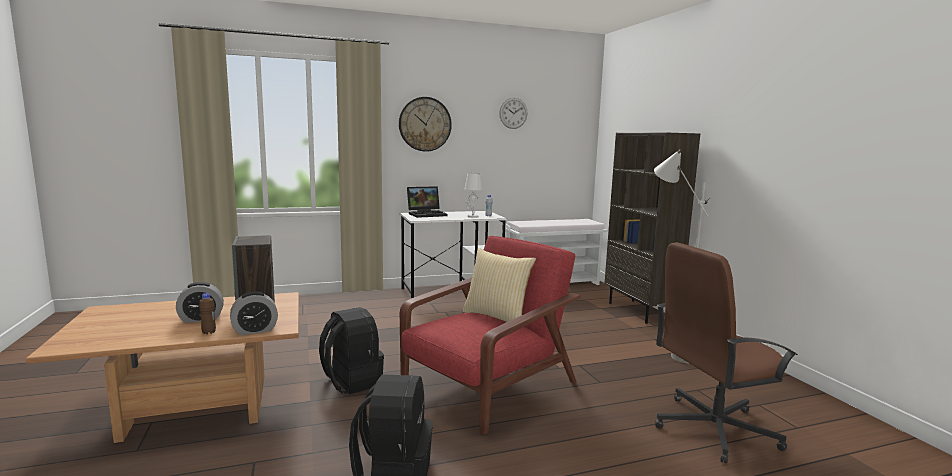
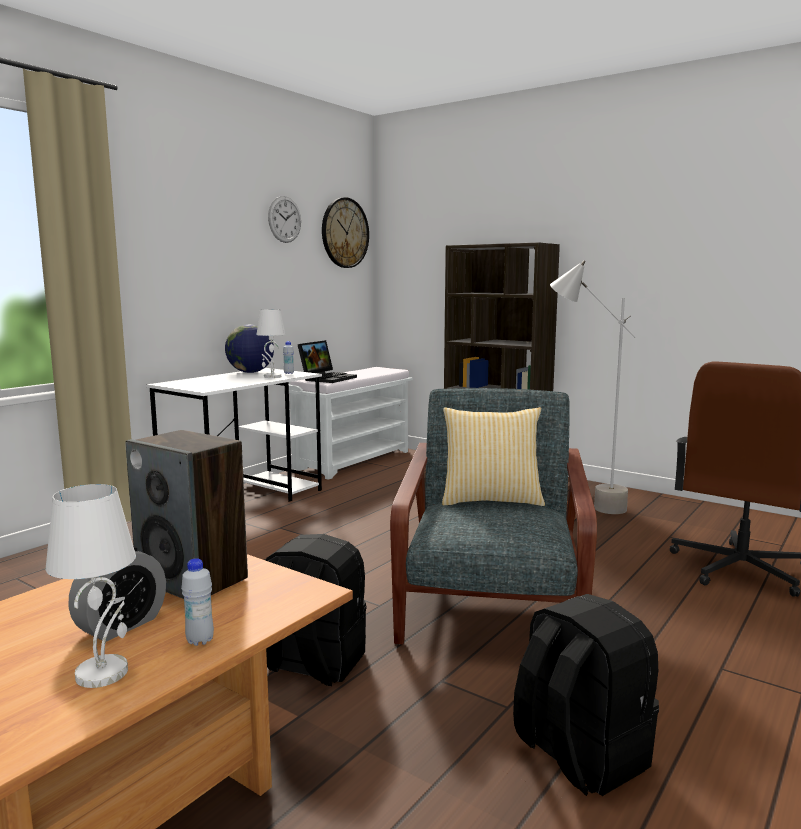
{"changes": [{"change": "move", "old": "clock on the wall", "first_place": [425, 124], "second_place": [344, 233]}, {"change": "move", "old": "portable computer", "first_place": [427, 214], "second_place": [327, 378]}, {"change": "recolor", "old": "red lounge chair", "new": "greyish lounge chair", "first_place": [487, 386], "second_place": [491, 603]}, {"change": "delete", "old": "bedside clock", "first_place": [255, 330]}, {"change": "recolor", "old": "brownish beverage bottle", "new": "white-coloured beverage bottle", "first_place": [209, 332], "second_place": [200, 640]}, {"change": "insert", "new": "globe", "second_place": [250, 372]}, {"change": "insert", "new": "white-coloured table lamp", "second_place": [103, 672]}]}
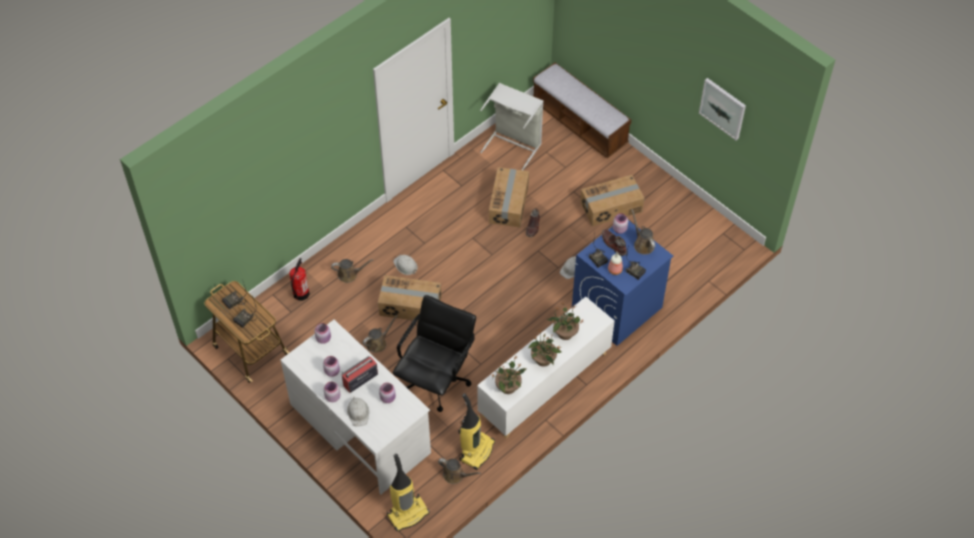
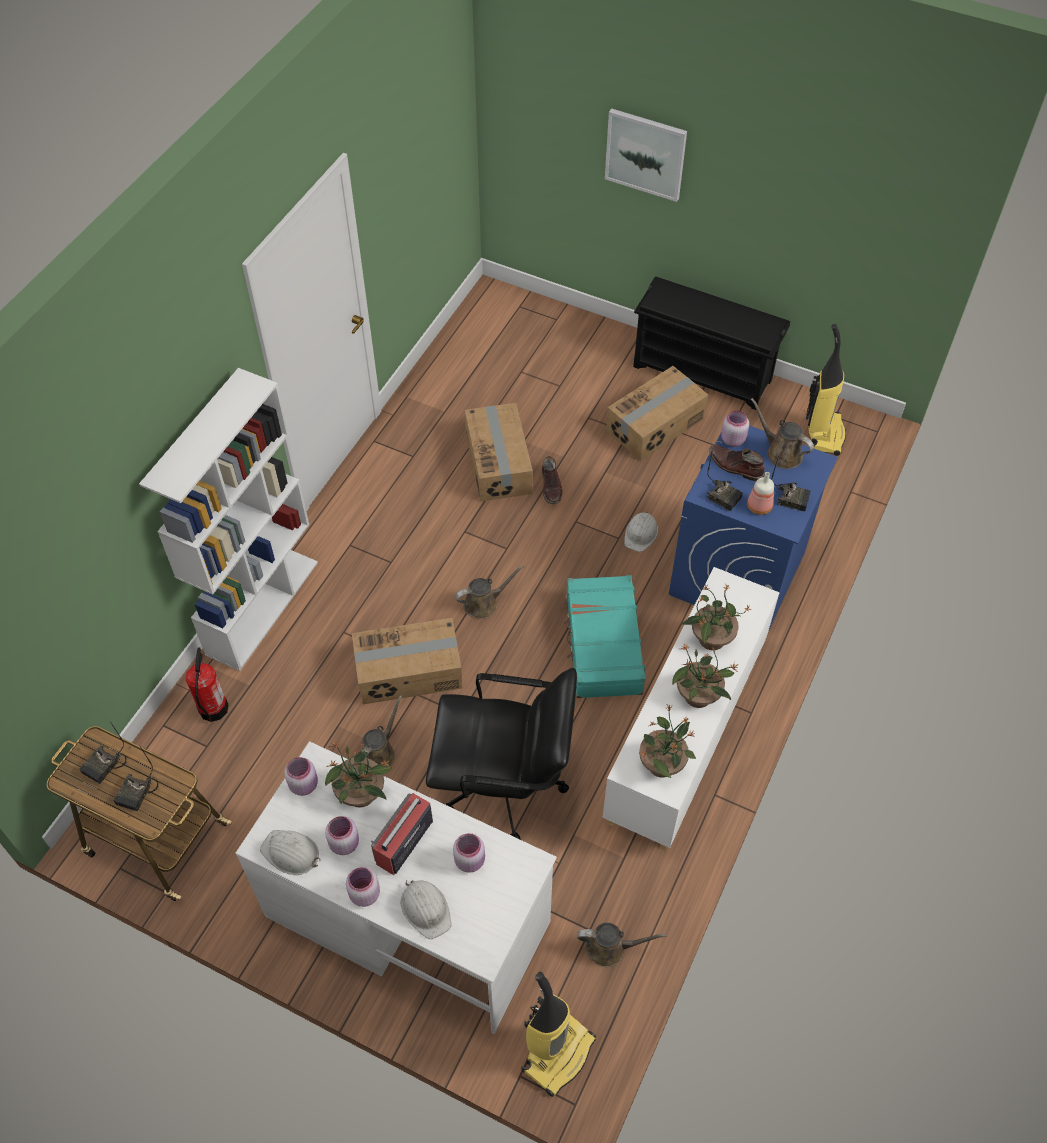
{"changes": [{"change": "delete", "old": "bench", "first_place": [579, 124]}, {"change": "move", "old": "picture", "first_place": [723, 108], "second_place": [645, 154]}, {"change": "delete", "old": "greyish washing basket", "first_place": [513, 144]}, {"change": "move", "old": "white-coloured safety helmet", "first_place": [405, 265], "second_place": [291, 853]}, {"change": "move", "old": "brownish sprinkling can", "first_place": [349, 274], "second_place": [484, 604]}, {"change": "rotate", "old": "black office chair", "first_place": [436, 380], "second_place": [504, 786], "degrees": 90}, {"change": "move", "old": "vacuum", "first_place": [476, 450], "second_place": [823, 433]}, {"change": "insert", "new": "black shoe shelf", "second_place": [704, 373]}, {"change": "insert", "new": "white-coloured shelving unit", "second_place": [262, 607]}, {"change": "insert", "new": "turquoise suitcase", "second_place": [602, 644]}, {"change": "insert", "new": "potted plant", "second_place": [361, 794]}]}
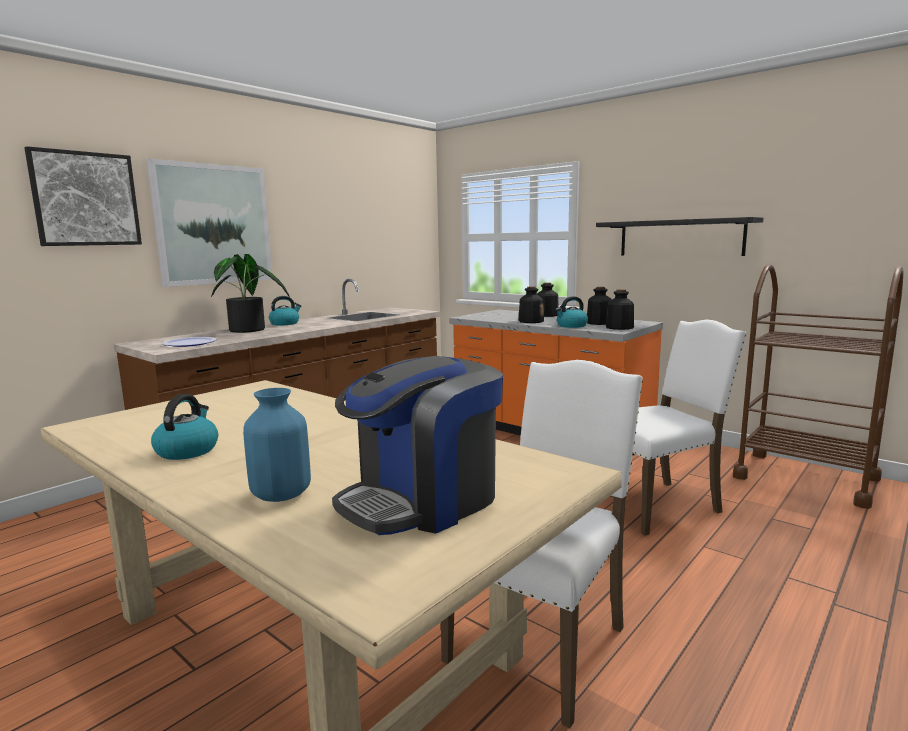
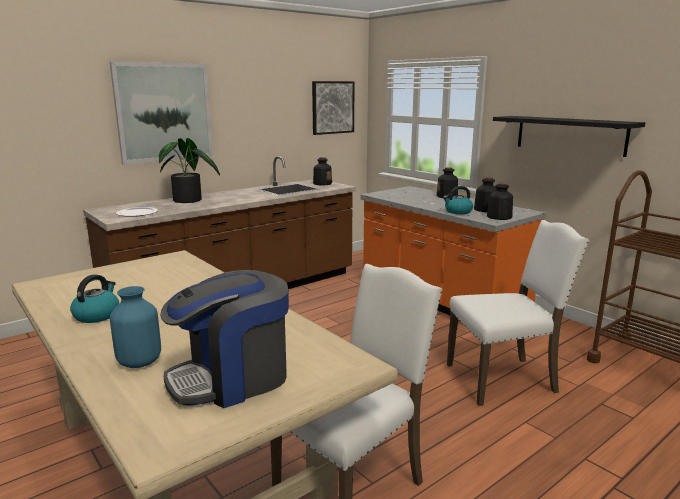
{"changes": [{"change": "move", "old": "picture", "first_place": [86, 199], "second_place": [332, 107]}, {"change": "move", "old": "beverage bottle", "first_place": [530, 321], "second_place": [322, 183]}, {"change": "delete", "old": "kettle", "first_place": [285, 323]}]}
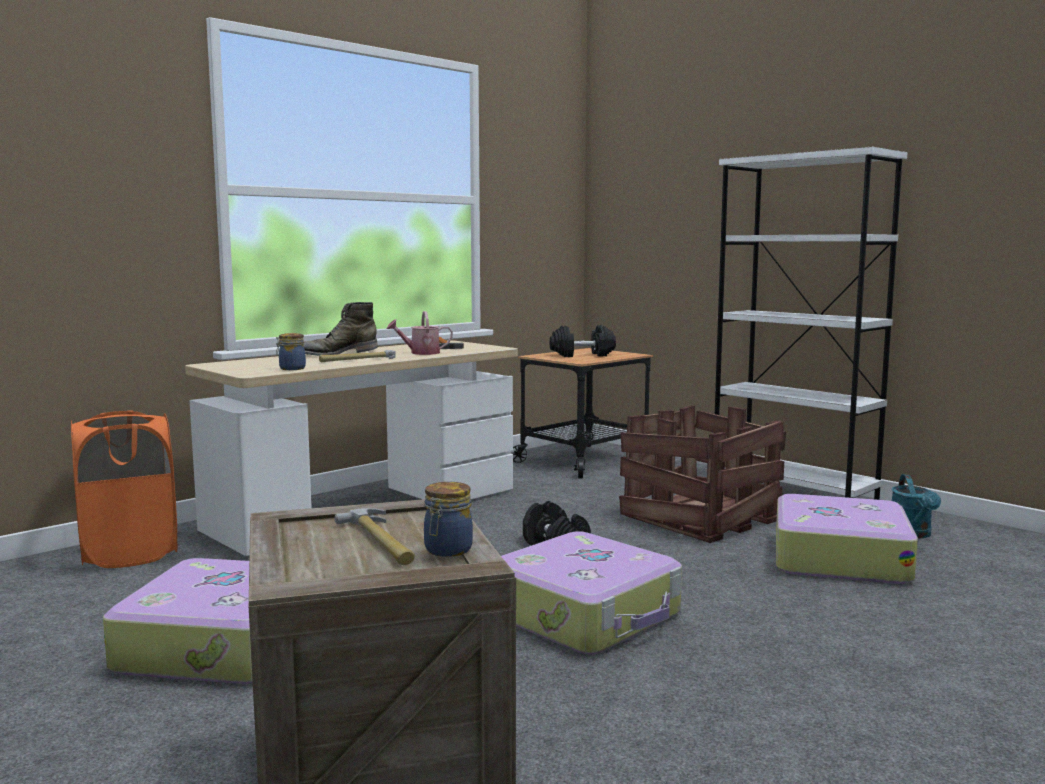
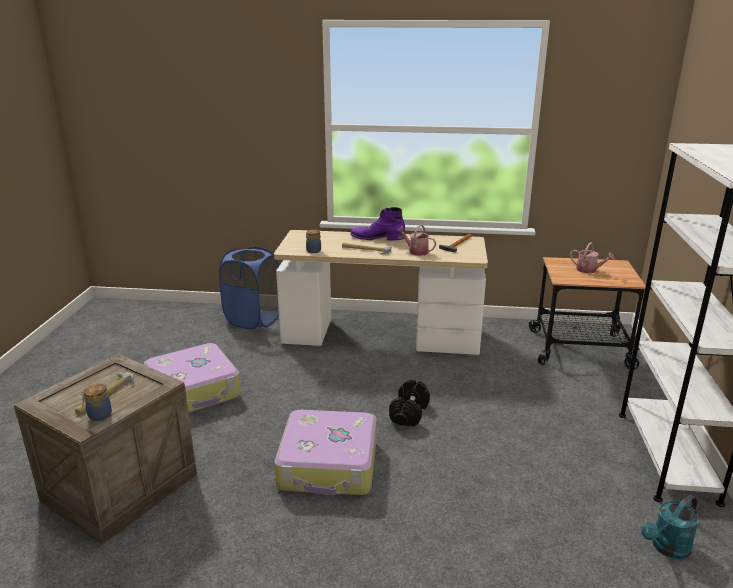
{"changes": [{"change": "recolor", "old": "green-coloured boot", "new": "purple-coloured boot", "first_place": [337, 353], "second_place": [377, 237]}, {"change": "replace", "old": "black dumbbell", "new": "sprinkling can", "first_place": [582, 355], "second_place": [589, 270]}, {"change": "delete", "old": "shipping crate", "first_place": [701, 517]}, {"change": "recolor", "old": "orangey washing basket", "new": "blue washing basket", "first_place": [129, 553], "second_place": [253, 319]}, {"change": "delete", "old": "suitcase", "first_place": [838, 558]}]}
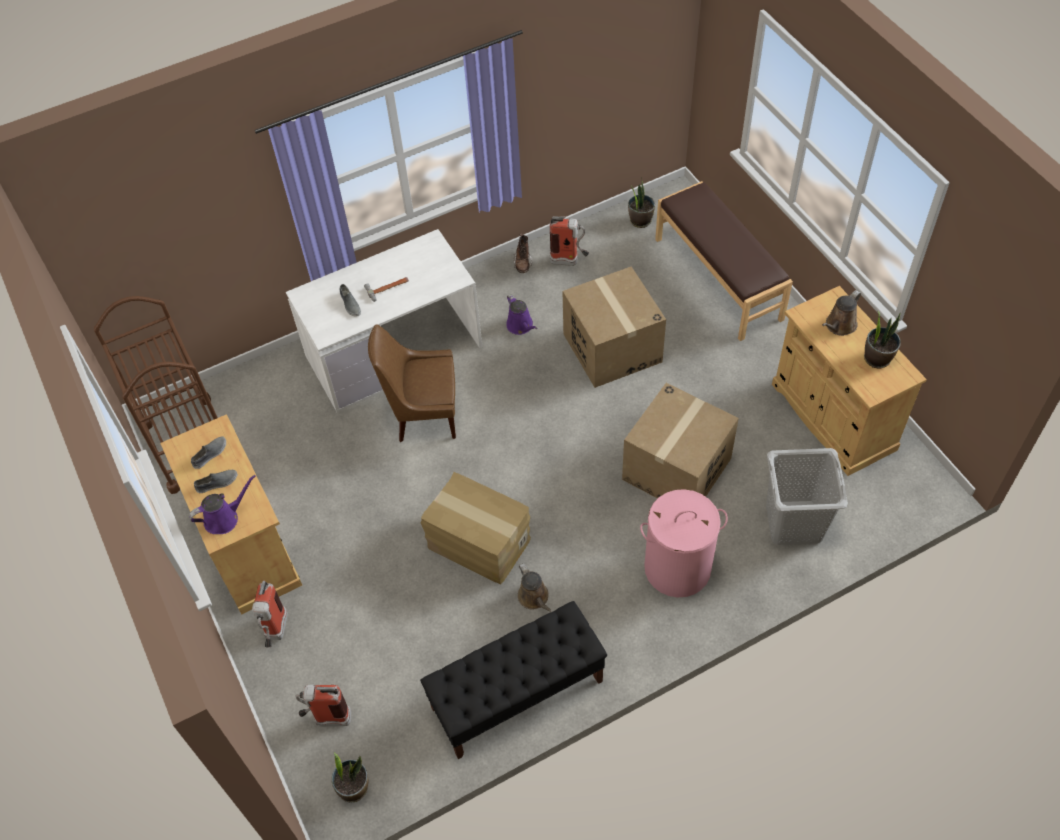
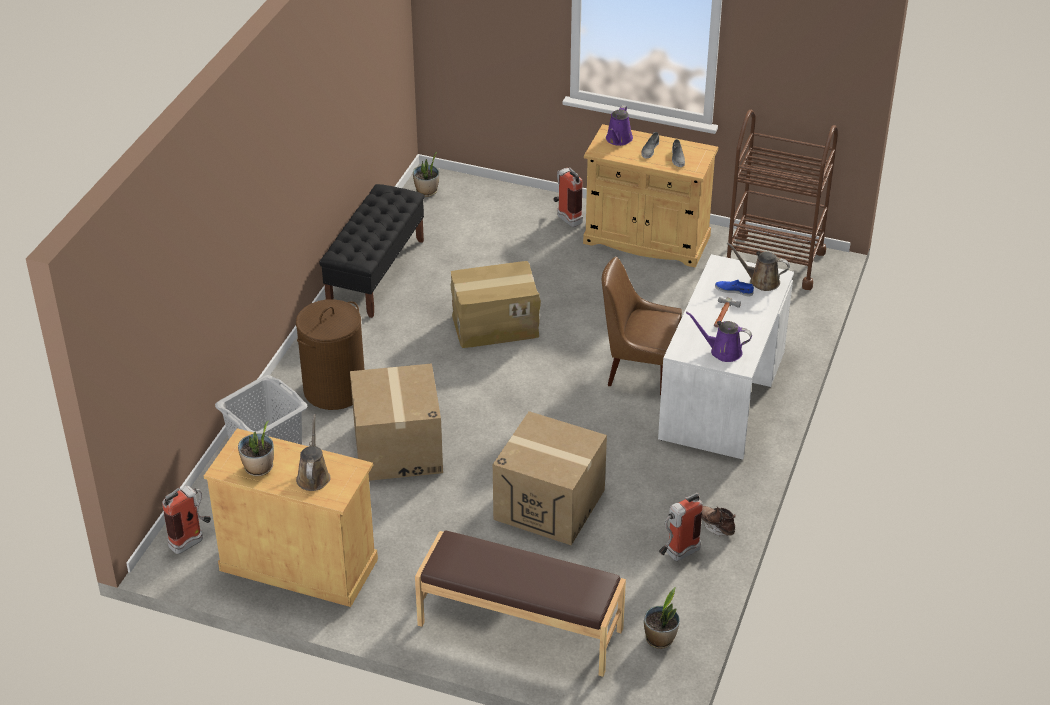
{"changes": [{"change": "recolor", "old": "greyish low shoe", "new": "blue low shoe", "first_place": [350, 304], "second_place": [734, 290]}, {"change": "move", "old": "purple-coloured sprinkling can", "first_place": [521, 326], "second_place": [722, 351]}, {"change": "rotate", "old": "brownish chair", "first_place": [423, 414], "second_place": [638, 370], "degrees": -120}, {"change": "recolor", "old": "pinkish washing basket", "new": "brownish washing basket", "first_place": [677, 568], "second_place": [334, 389]}, {"change": "move", "old": "brownish sprinkling can", "first_place": [535, 598], "second_place": [761, 281]}, {"change": "move", "old": "fire-fighting cylinder", "first_place": [326, 718], "second_place": [192, 541]}]}
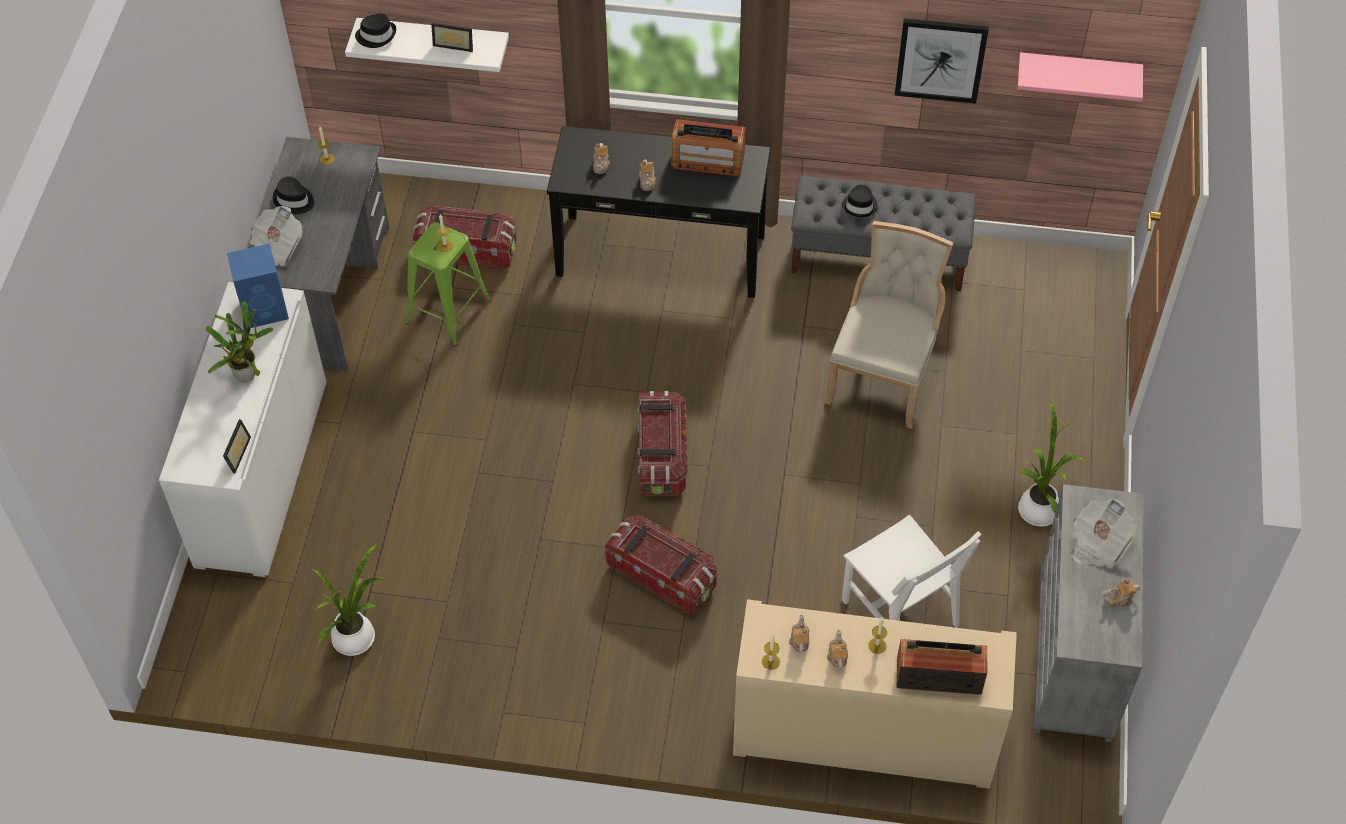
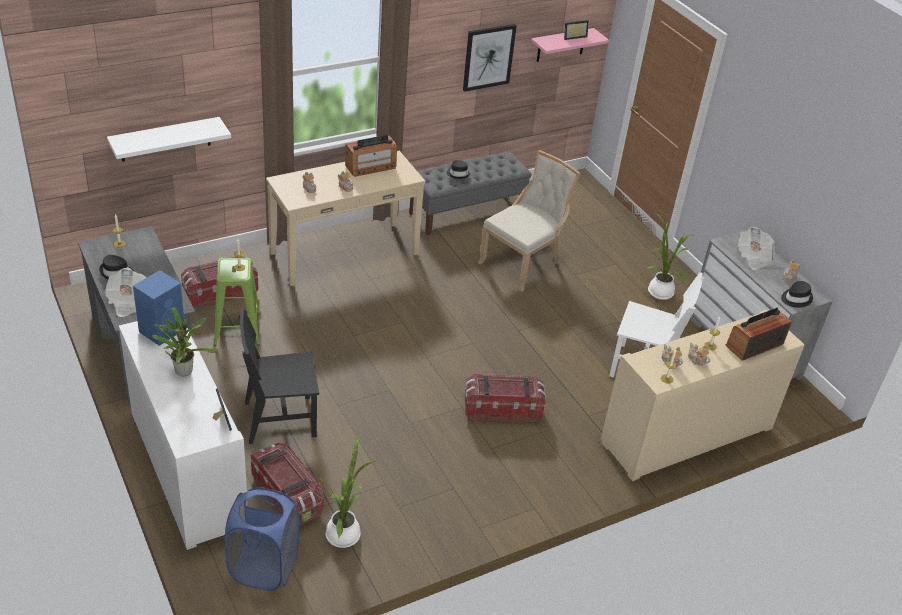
{"changes": [{"change": "move", "old": "black hat", "first_place": [376, 35], "second_place": [795, 298]}, {"change": "move", "old": "picture frame", "first_place": [454, 44], "second_place": [573, 36]}, {"change": "recolor", "old": "black hall table", "new": "beige-coloured hall table", "first_place": [661, 254], "second_place": [344, 253]}, {"change": "rotate", "old": "beige-coloured chair", "first_place": [883, 375], "second_place": [523, 263], "degrees": 60}, {"change": "move", "old": "storage container", "first_place": [661, 456], "second_place": [287, 496]}, {"change": "insert", "new": "black chair", "second_place": [280, 419]}, {"change": "insert", "new": "blue washing basket", "second_place": [263, 567]}]}
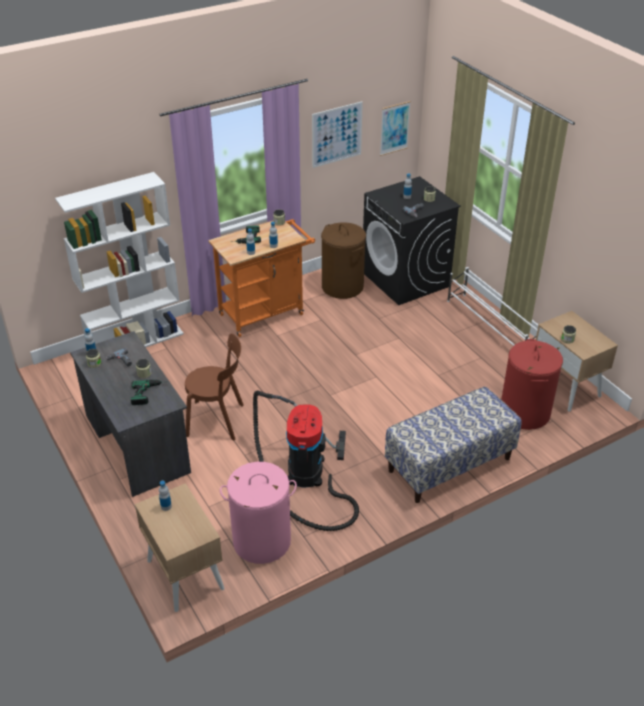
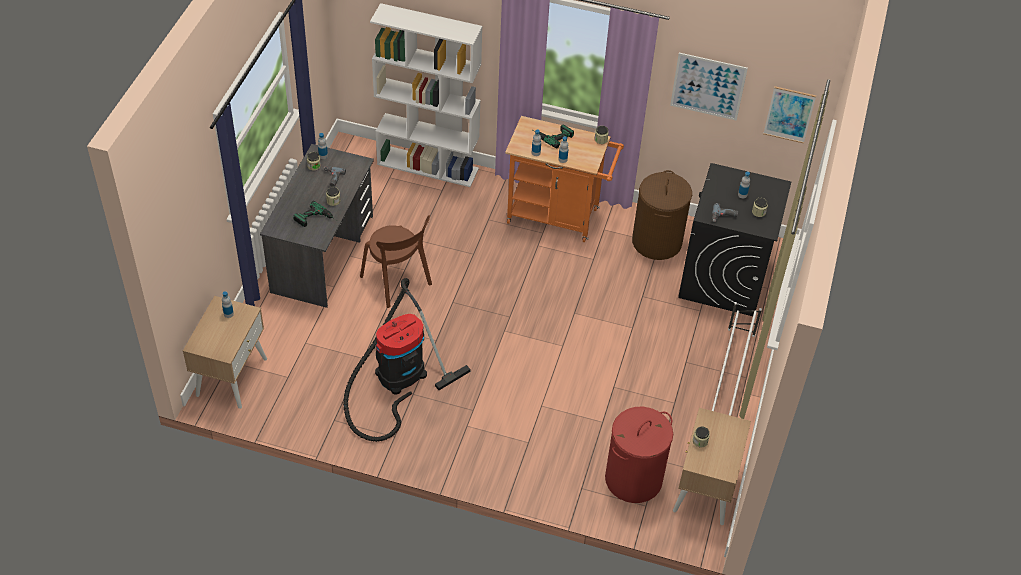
{"changes": [{"change": "delete", "old": "bench", "first_place": [449, 465]}, {"change": "delete", "old": "pinkish washing basket", "first_place": [261, 541]}]}
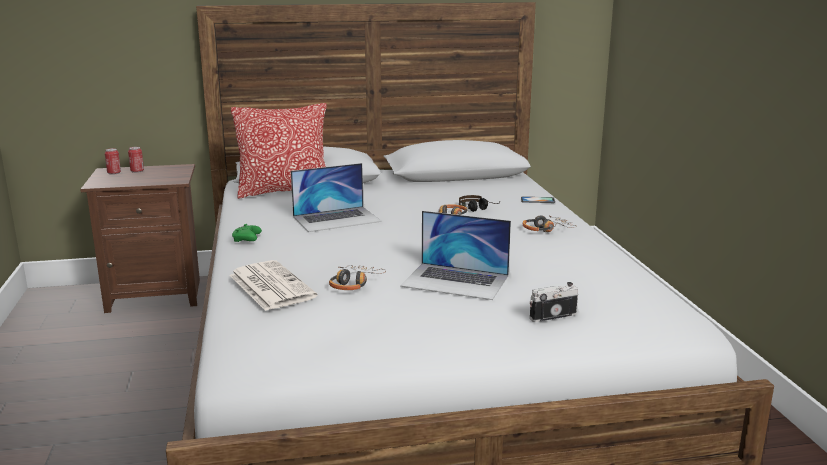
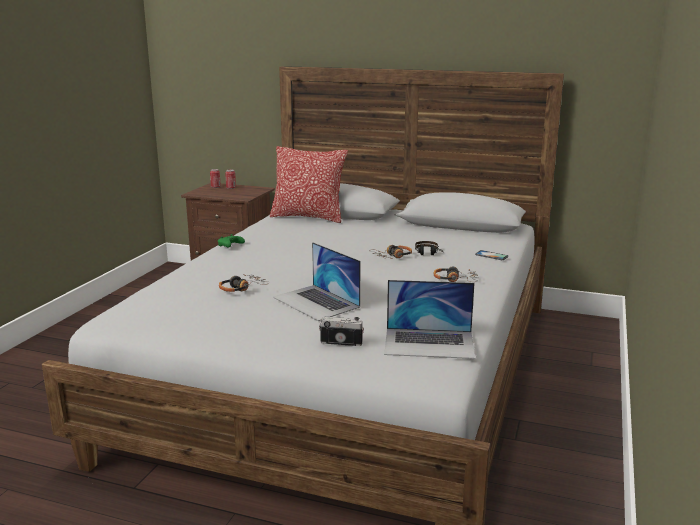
{"changes": [{"change": "move", "old": "portable computer", "first_place": [337, 219], "second_place": [429, 343]}, {"change": "delete", "old": "printed paper", "first_place": [270, 286]}]}
